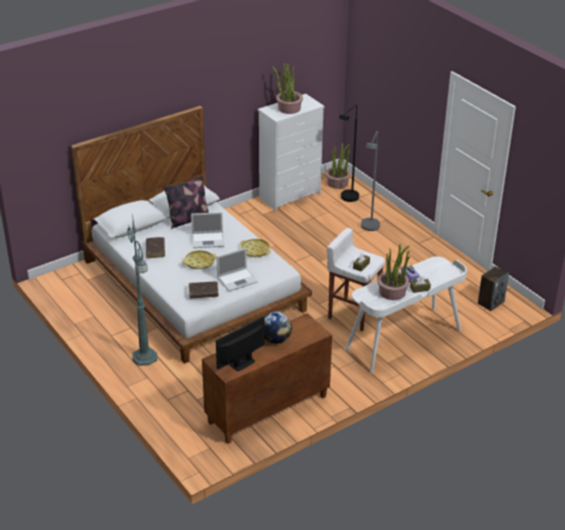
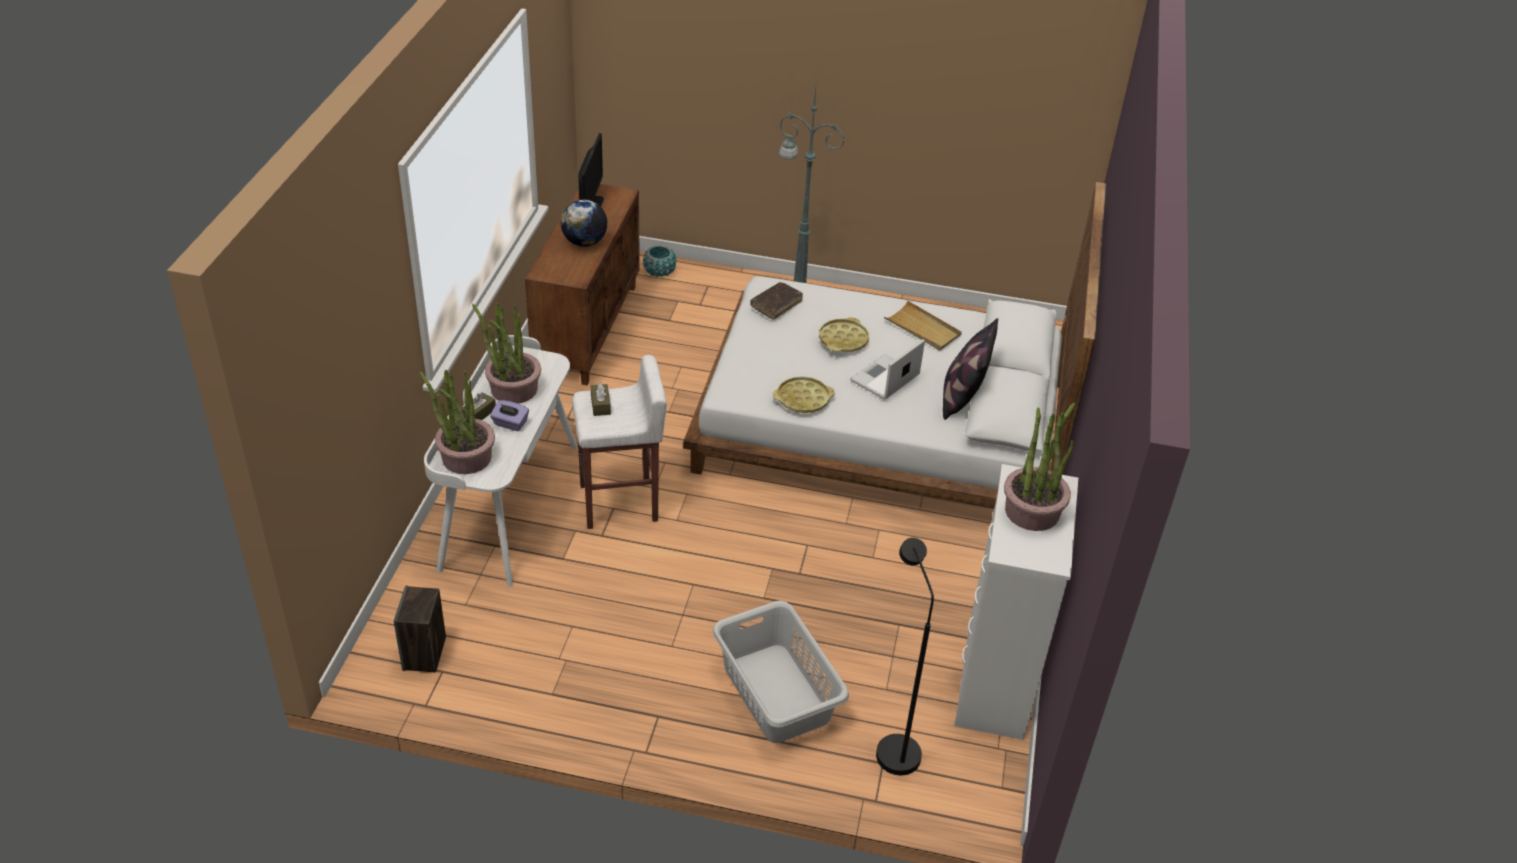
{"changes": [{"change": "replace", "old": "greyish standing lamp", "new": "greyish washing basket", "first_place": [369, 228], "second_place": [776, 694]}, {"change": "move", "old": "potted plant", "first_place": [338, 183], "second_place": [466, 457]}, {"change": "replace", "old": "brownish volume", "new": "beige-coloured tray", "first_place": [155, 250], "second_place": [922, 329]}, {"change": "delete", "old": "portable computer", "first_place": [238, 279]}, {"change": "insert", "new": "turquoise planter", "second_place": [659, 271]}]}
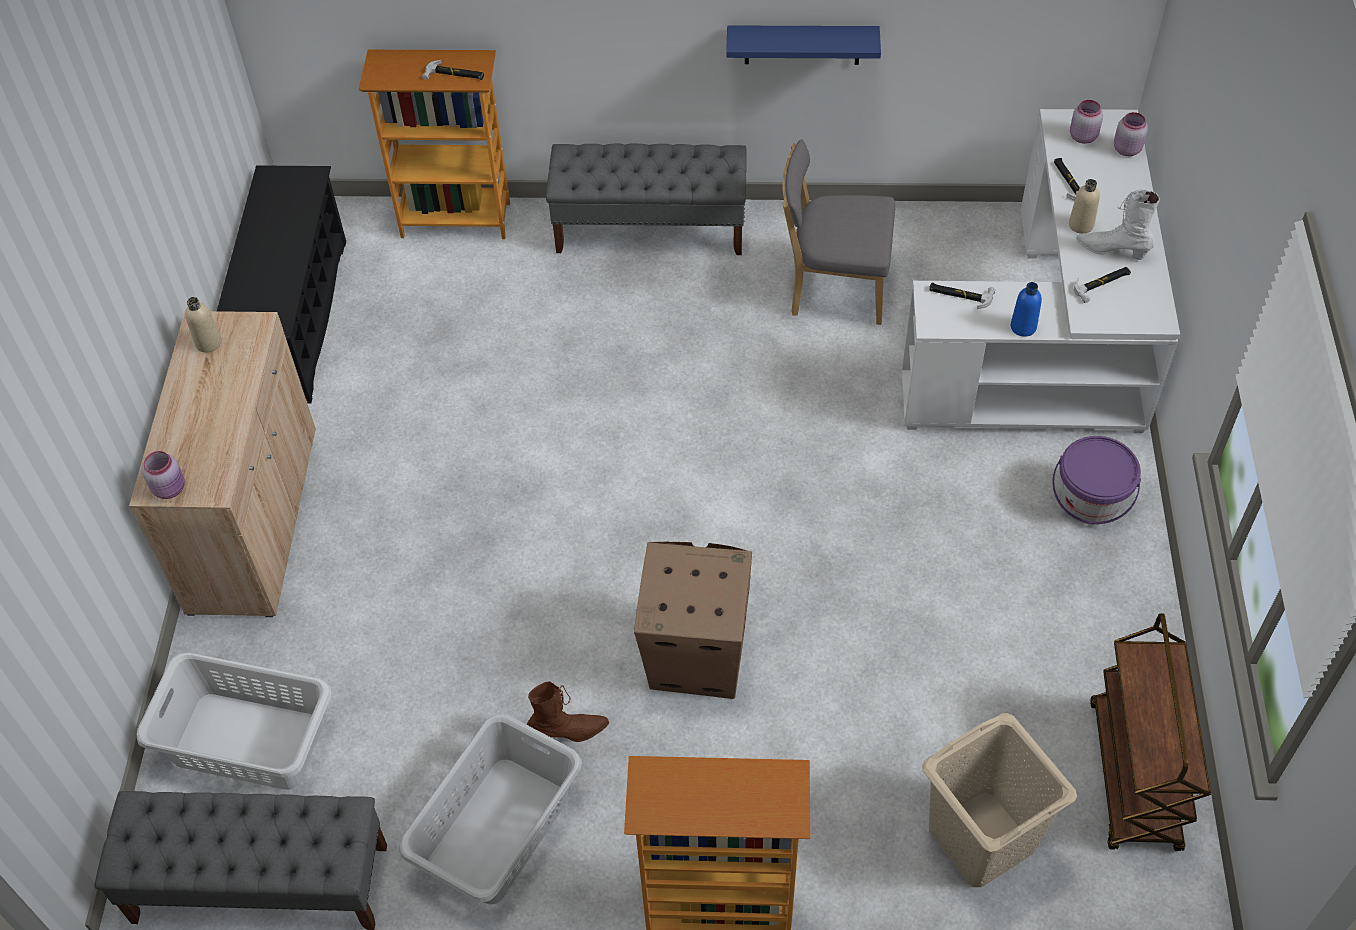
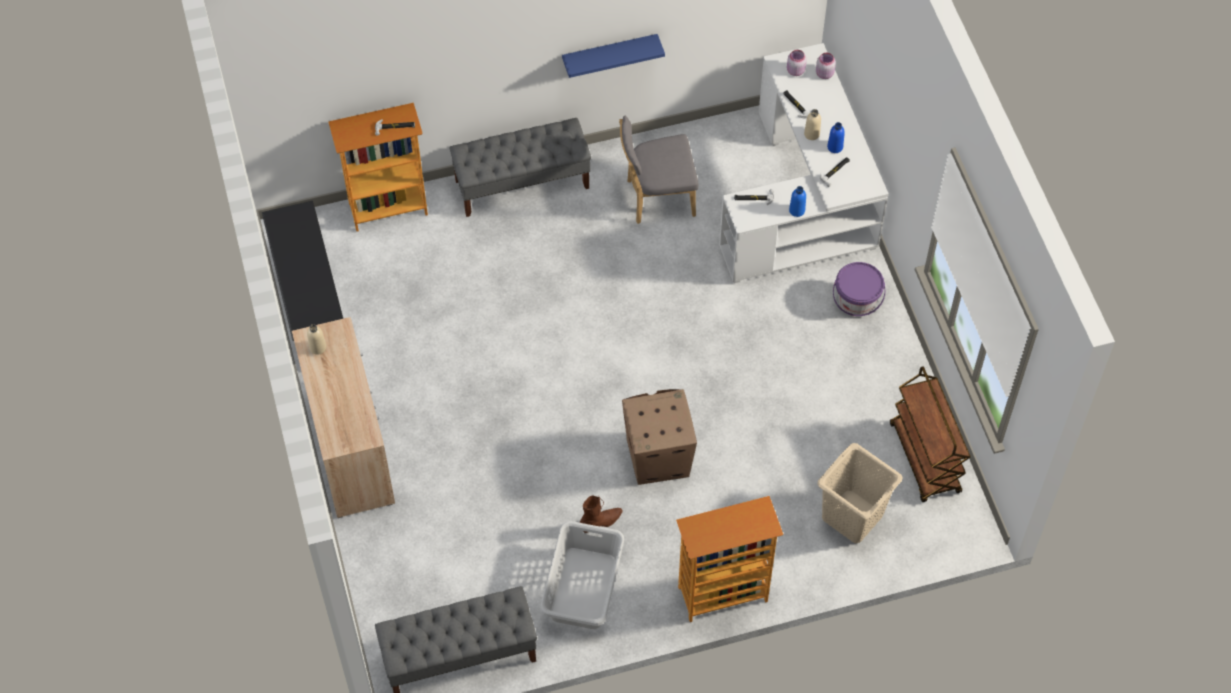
{"changes": [{"change": "replace", "old": "white-coloured boot", "new": "blue beverage bottle", "first_place": [1112, 250], "second_place": [835, 147]}, {"change": "delete", "old": "pinkish jar", "first_place": [170, 488]}, {"change": "delete", "old": "white-coloured washing basket", "first_place": [249, 742]}]}
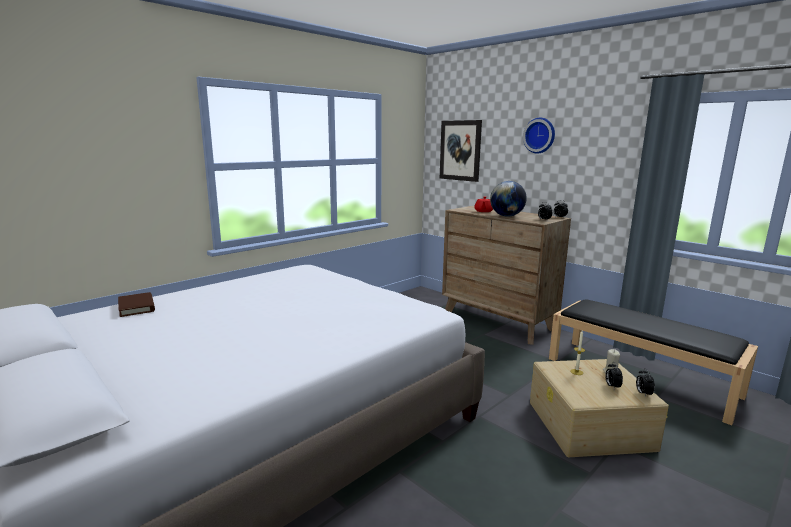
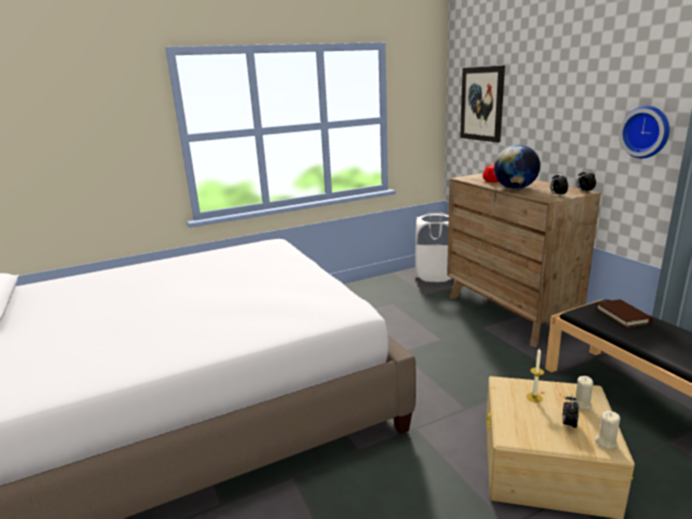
{"changes": [{"change": "move", "old": "clock on the wall", "first_place": [540, 135], "second_place": [646, 132]}, {"change": "move", "old": "brownish volume", "first_place": [136, 307], "second_place": [622, 316]}, {"change": "replace", "old": "bedside clock", "new": "beige-coloured wax candle", "first_place": [643, 393], "second_place": [606, 441]}, {"change": "insert", "new": "white-coloured washing basket", "second_place": [435, 275]}]}
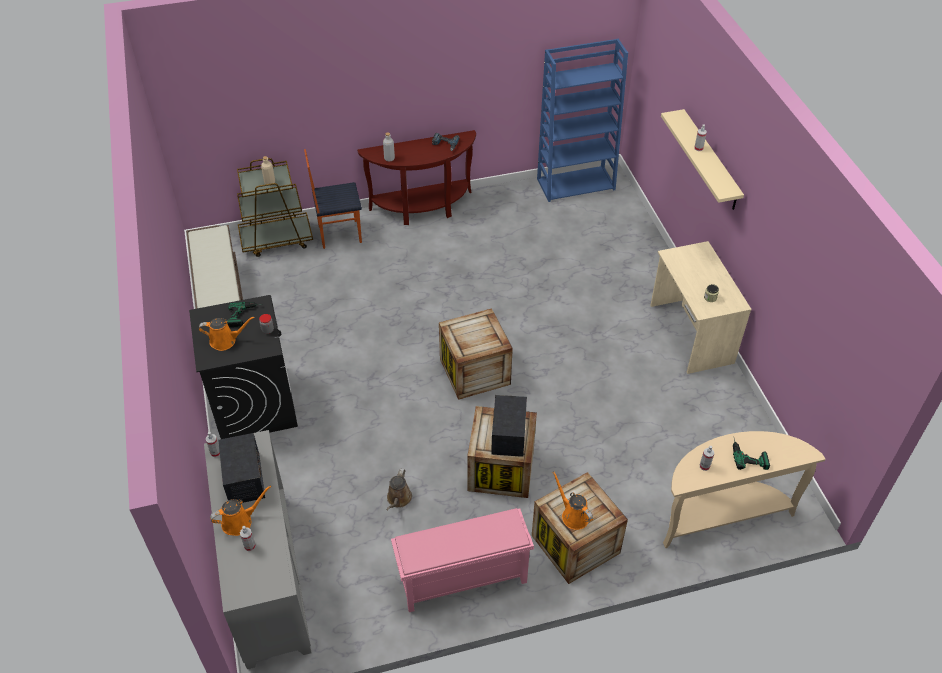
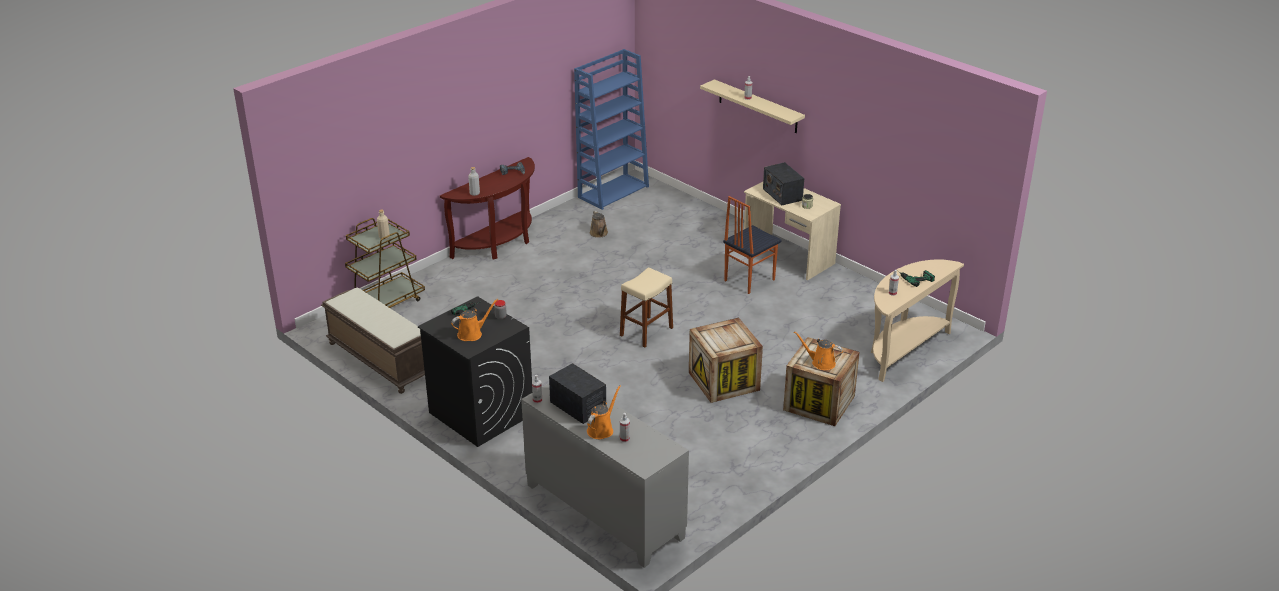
{"changes": [{"change": "move", "old": "chair", "first_place": [339, 234], "second_place": [748, 280]}, {"change": "replace", "old": "shipping crate", "new": "beige-coloured sitting stool", "first_place": [475, 371], "second_place": [646, 332]}, {"change": "move", "old": "radio receiver", "first_place": [508, 435], "second_place": [782, 194]}, {"change": "move", "old": "brownish sprinkling can", "first_place": [398, 499], "second_place": [599, 234]}, {"change": "delete", "old": "pinkish shoe shelf", "first_place": [462, 580]}]}
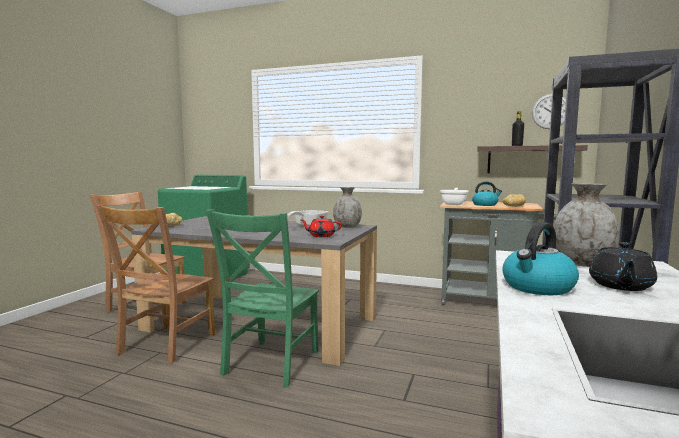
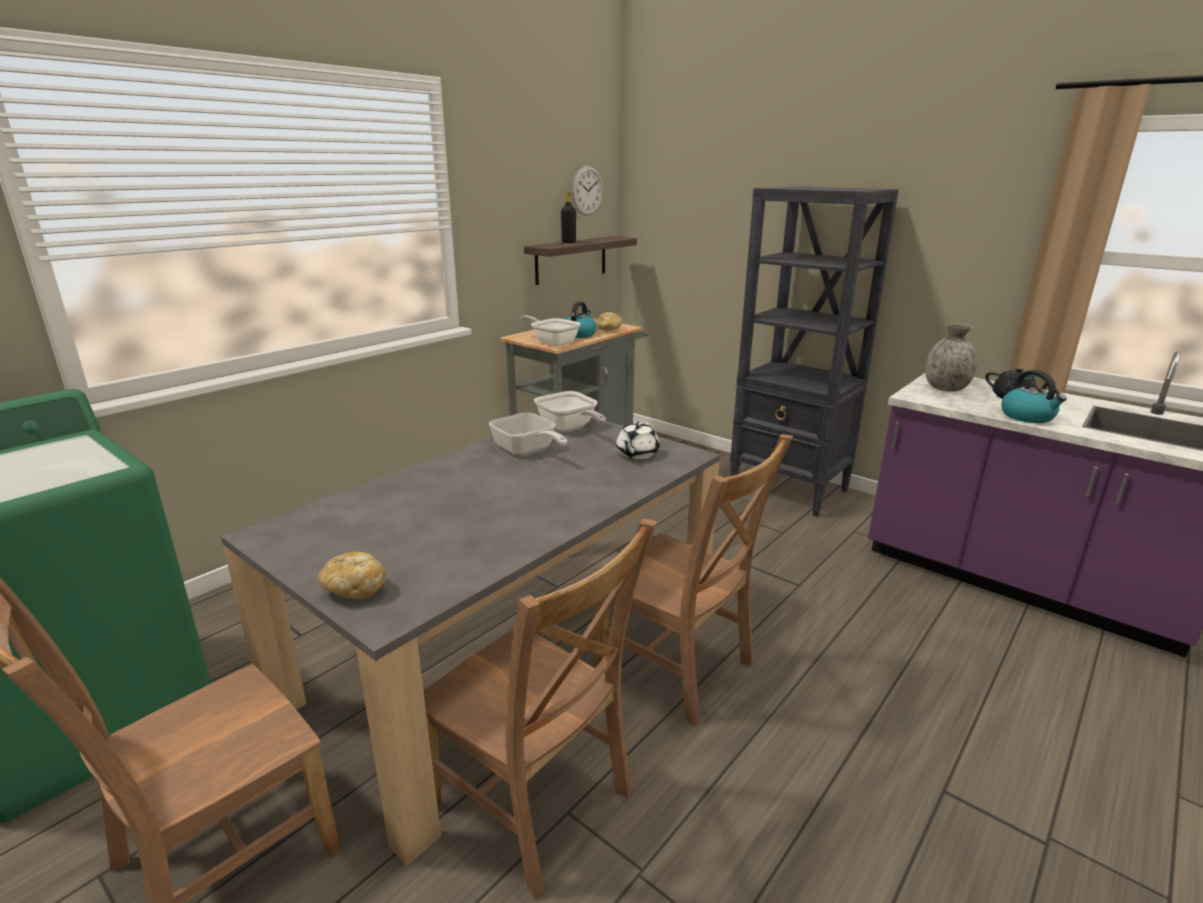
{"changes": [{"change": "replace", "old": "greyish vase", "new": "frying pan", "first_place": [347, 227], "second_place": [569, 428]}, {"change": "recolor", "old": "green-coloured chair", "new": "brownish chair", "first_place": [269, 364], "second_place": [679, 669]}, {"change": "recolor", "old": "red tea pot", "new": "white-coloured tea pot", "first_place": [321, 235], "second_place": [636, 454]}]}
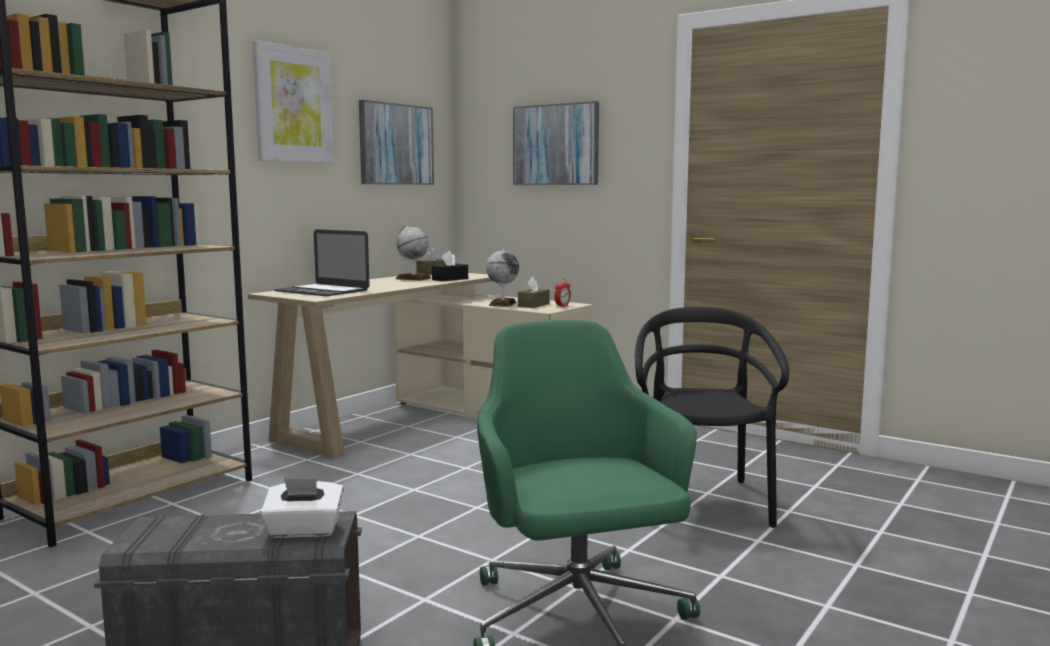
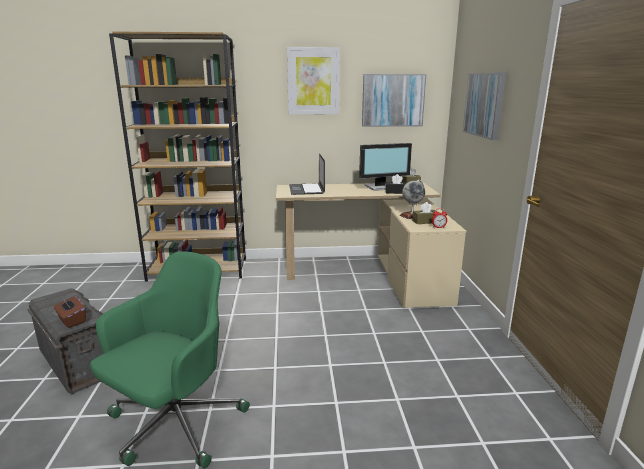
{"changes": [{"change": "replace", "old": "globe", "new": "monitor", "first_place": [413, 278], "second_place": [381, 187]}, {"change": "delete", "old": "black chair", "first_place": [700, 502]}, {"change": "recolor", "old": "white-coloured tissue holder", "new": "brownish tissue holder", "first_place": [304, 531], "second_place": [71, 320]}]}
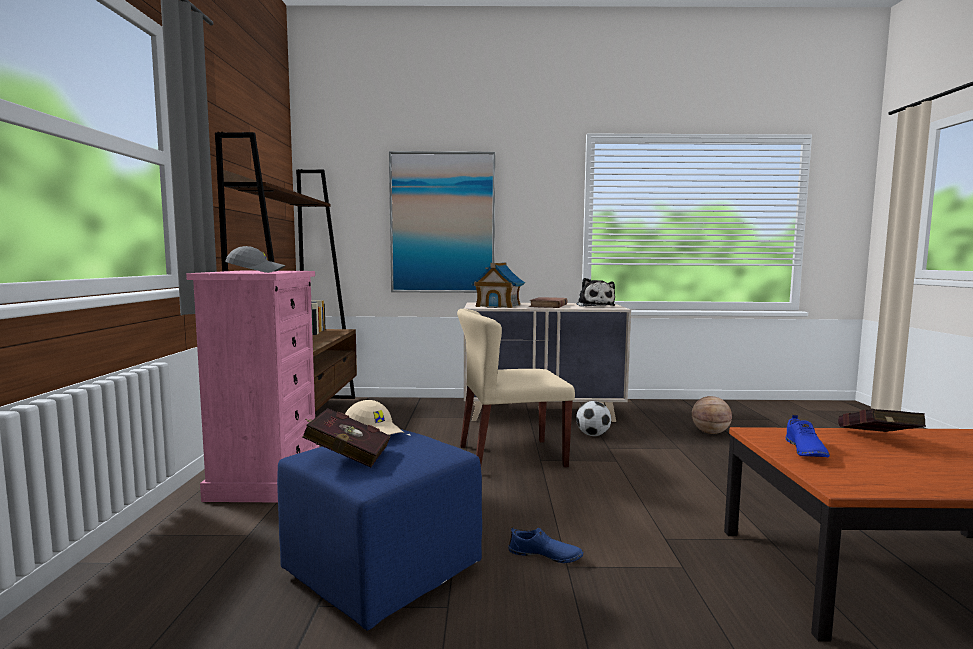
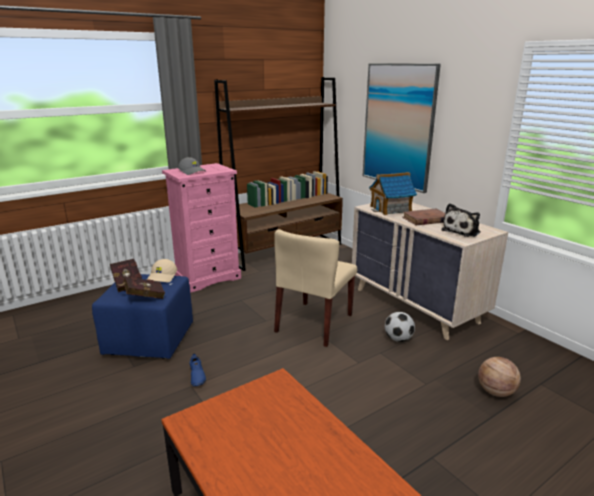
{"changes": [{"change": "rotate", "old": "beige-coloured chair", "first_place": [510, 456], "second_place": [314, 323], "degrees": -105}, {"change": "move", "old": "red volume", "first_place": [878, 440], "second_place": [143, 297]}, {"change": "delete", "old": "blue low shoe", "first_place": [804, 450]}]}
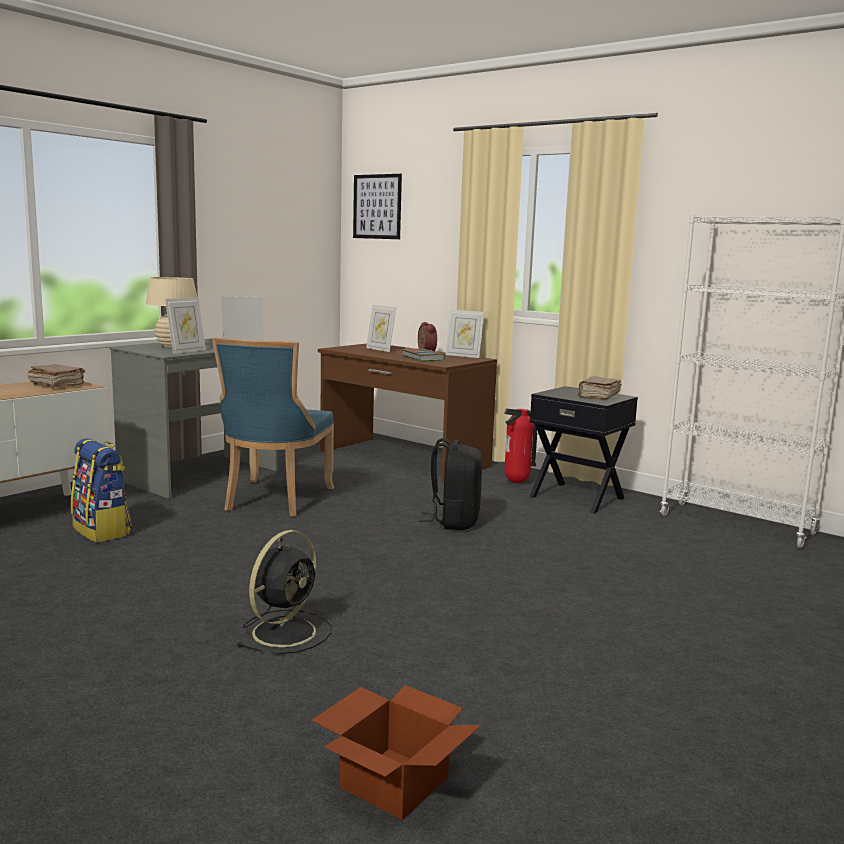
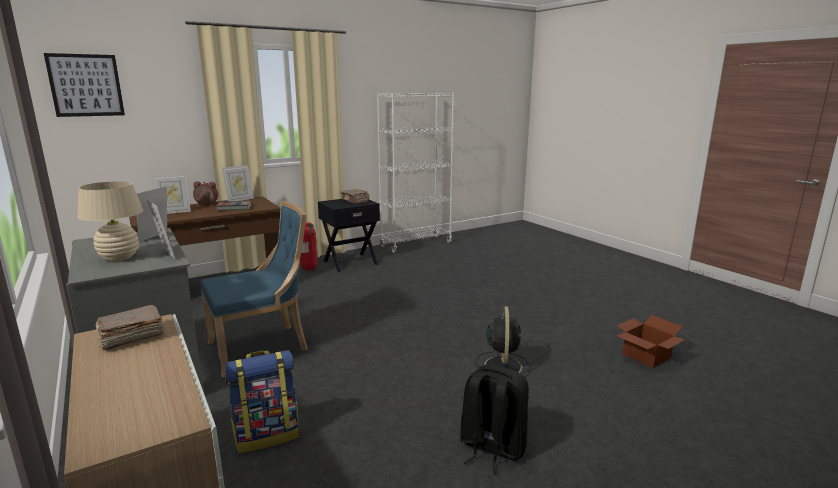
{"changes": [{"change": "rotate", "old": "blue chair", "first_place": [275, 500], "second_place": [262, 347], "degrees": -60}, {"change": "move", "old": "black knapsack", "first_place": [454, 522], "second_place": [491, 448]}, {"change": "rotate", "old": "black cooling fan", "first_place": [286, 631], "second_place": [503, 365], "degrees": 45}]}
